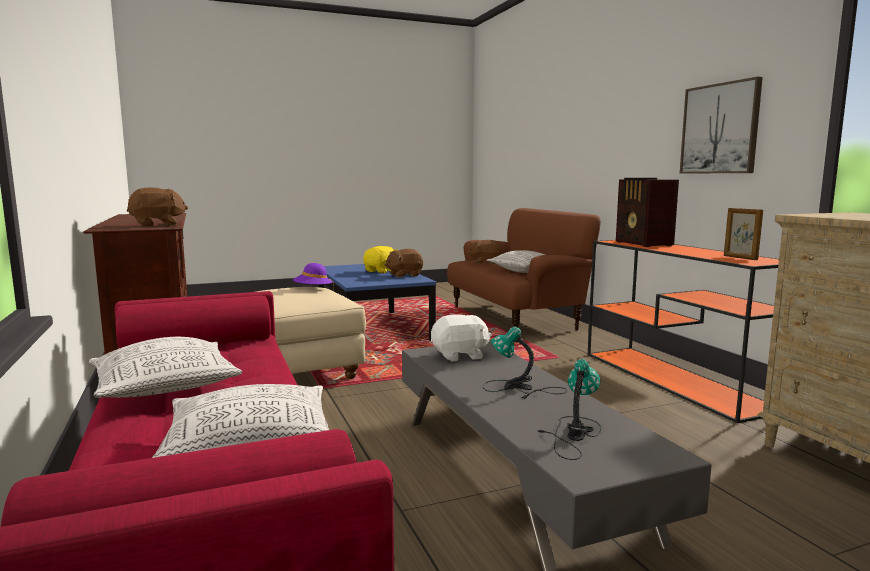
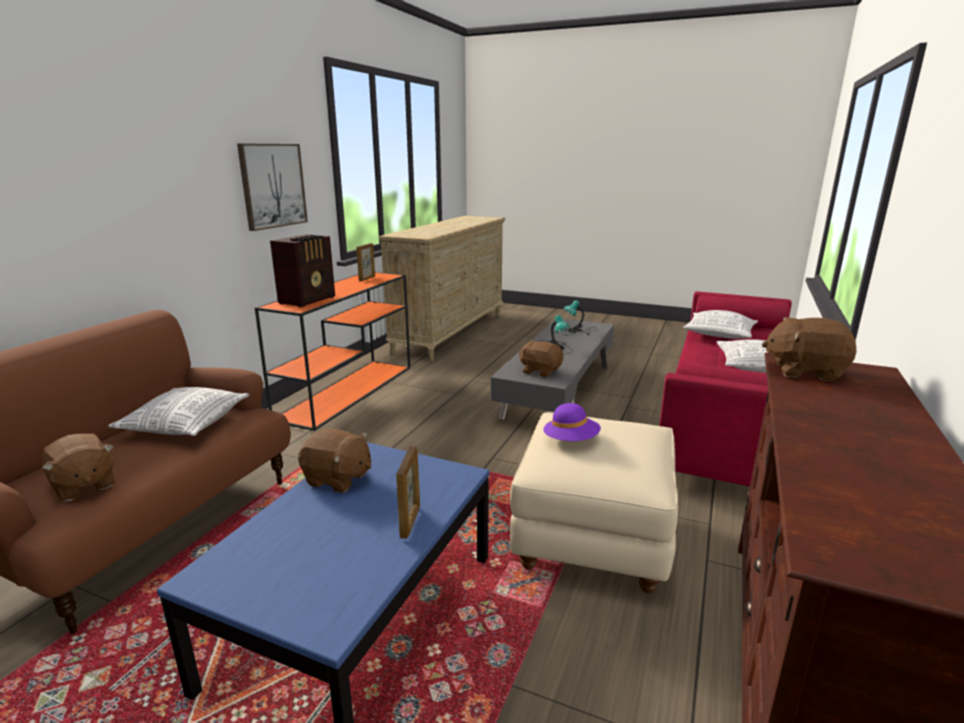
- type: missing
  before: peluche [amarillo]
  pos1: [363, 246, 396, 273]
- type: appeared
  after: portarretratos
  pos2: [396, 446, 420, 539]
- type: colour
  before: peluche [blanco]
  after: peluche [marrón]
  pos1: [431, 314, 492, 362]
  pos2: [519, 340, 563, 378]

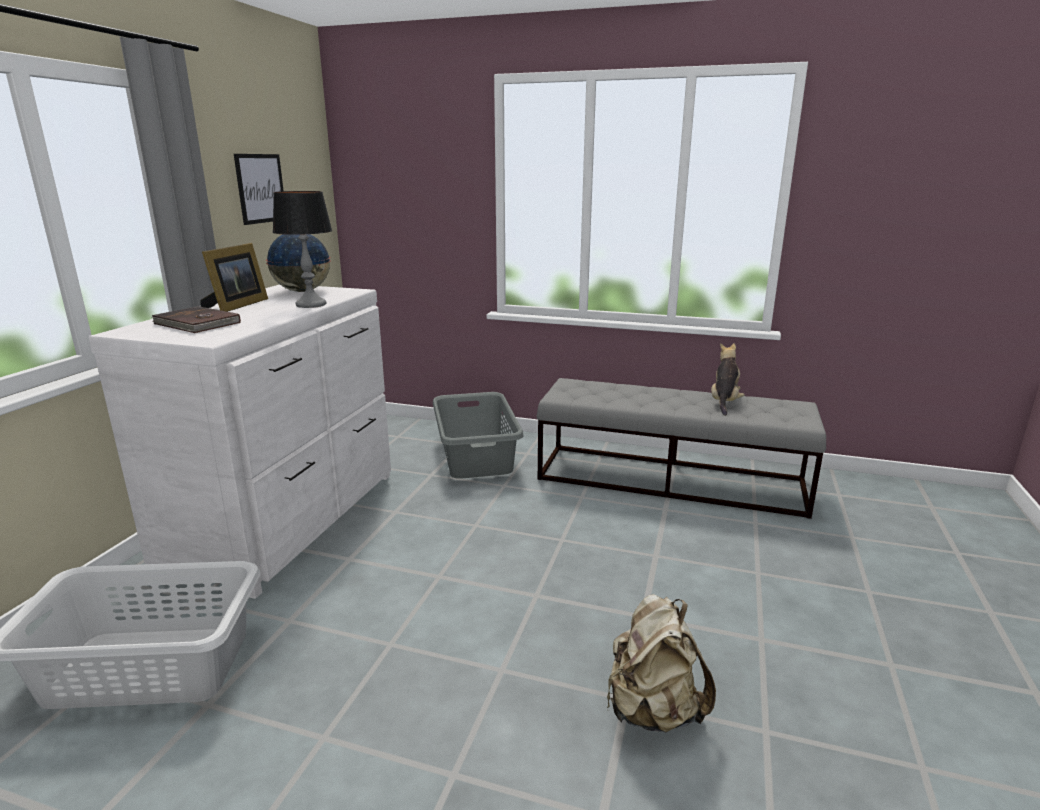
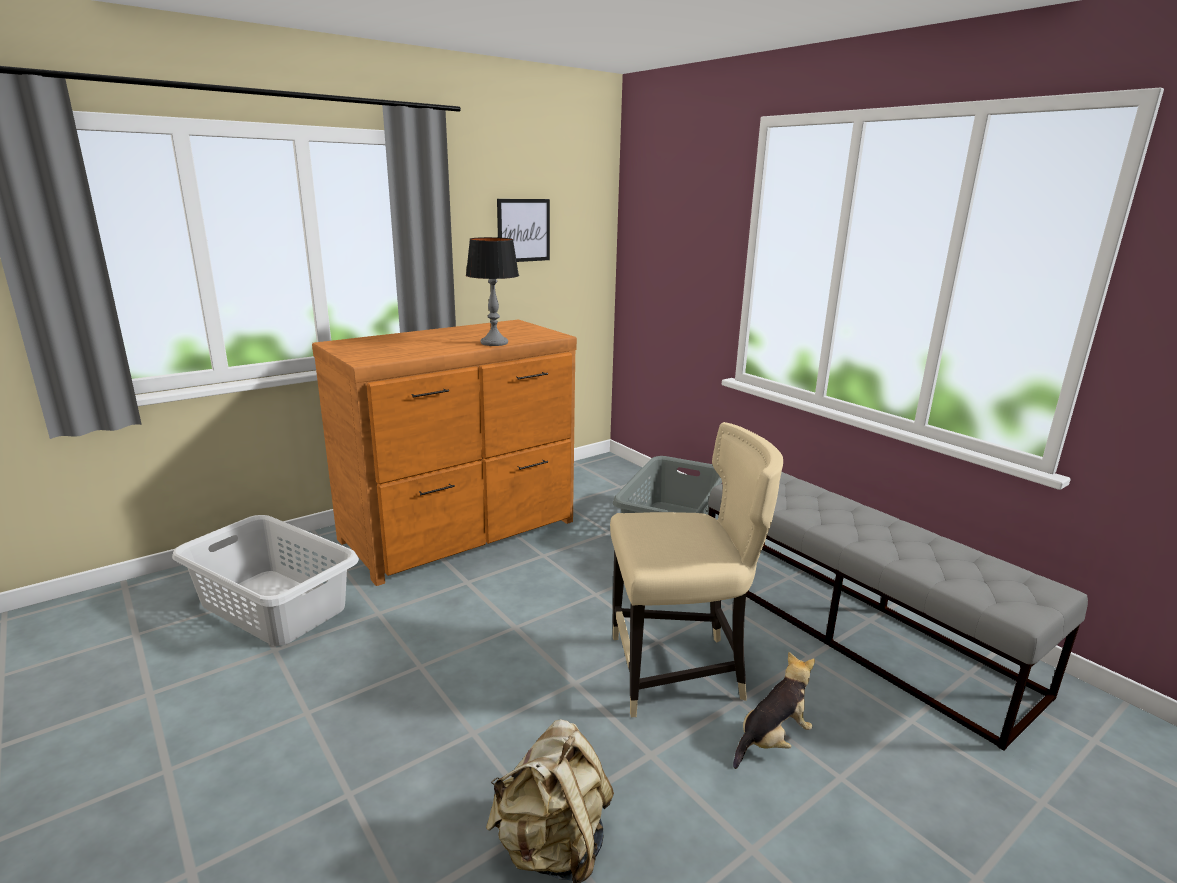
- type: missing
  before: libro [marrón]
  pos1: [152, 306, 241, 333]
- type: missing
  before: portarretratos
  pos1: [200, 243, 268, 312]
- type: missing
  before: globo terráqueo
  pos1: [266, 234, 331, 292]
- type: appeared
  after: silla [beis]
  pos2: [610, 422, 783, 717]
- type: relocated
  before: peluche
  pos1: [711, 343, 745, 416]
  pos2: [733, 652, 815, 769]
- type: colour
  before: cómoda [blanco]
  after: cómoda [marrón]
  pos1: [88, 284, 391, 599]
  pos2: [312, 319, 577, 586]

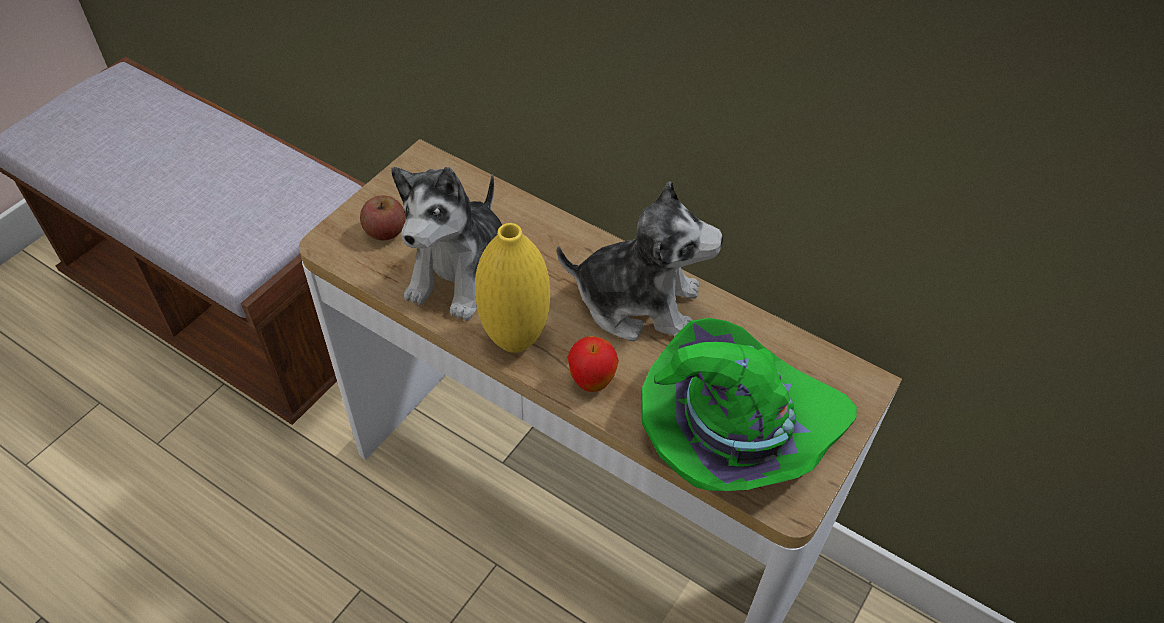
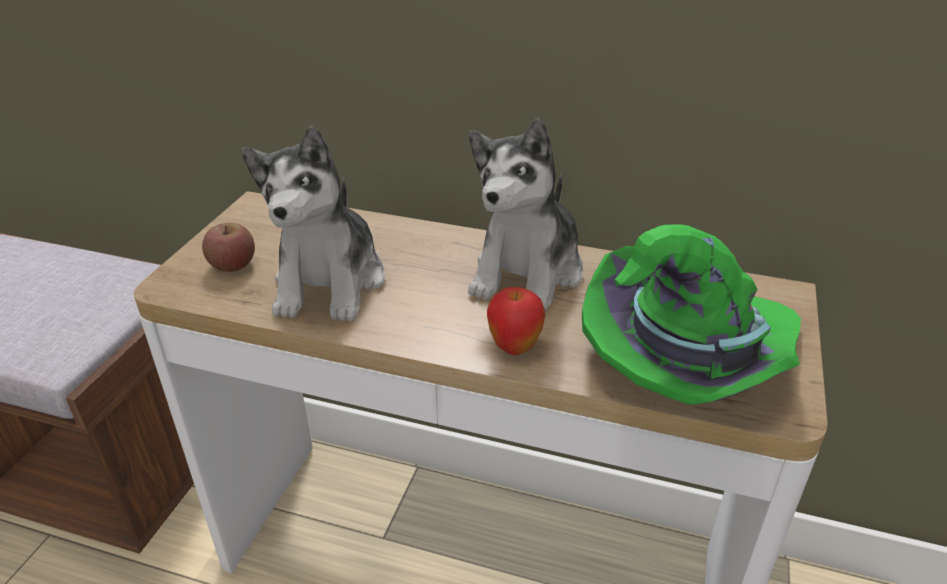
- type: missing
  before: florero [amarillo]
  pos1: [475, 223, 550, 353]
- type: spun
  before: peluche
  pos1: [557, 181, 723, 341]
  pos2: [468, 118, 583, 312]
  turn: 120

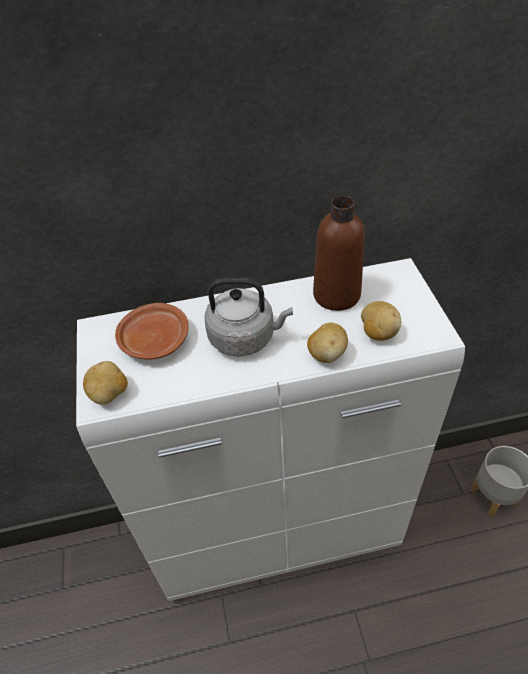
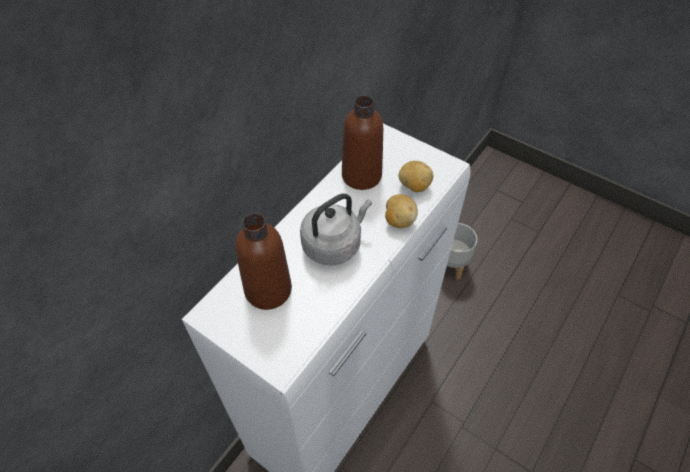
- type: missing
  before: patata
  pos1: [83, 361, 128, 405]
- type: exchanged
  before: plato [marrón]
  after: botella [marrón]
  pos1: [115, 303, 189, 360]
  pos2: [235, 213, 292, 310]

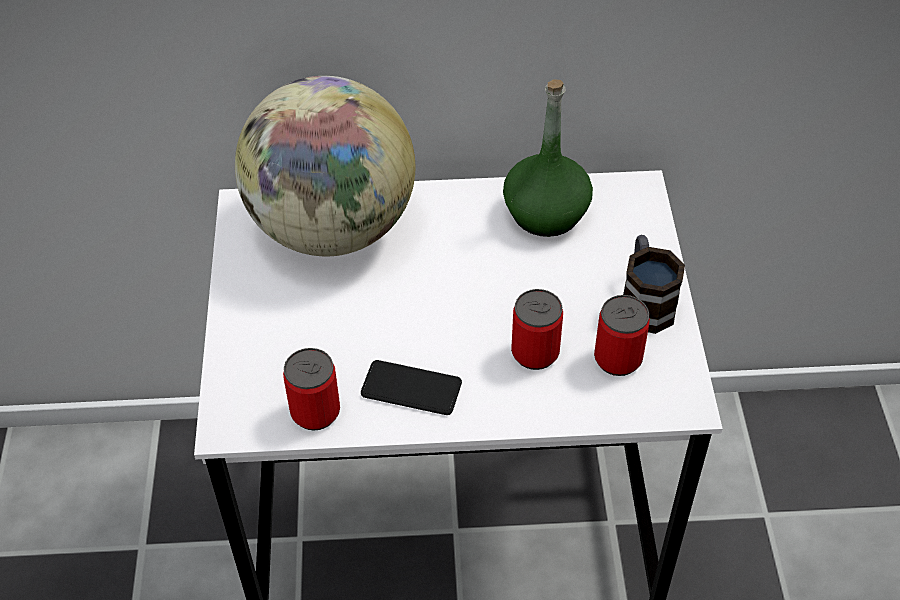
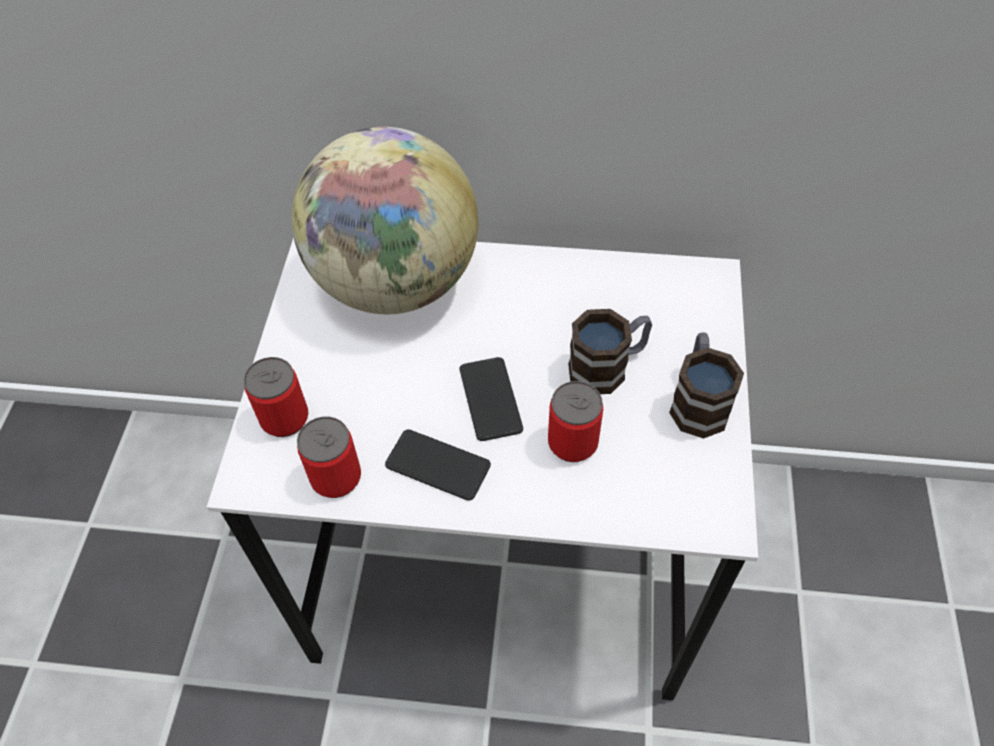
- type: missing
  before: botella [verde]
  pos1: [503, 79, 593, 237]
- type: appeared
  after: móvil
  pos2: [459, 357, 523, 441]
- type: appeared
  after: taza grande
  pos2: [568, 309, 652, 394]
- type: relocated
  before: lata
  pos1: [594, 295, 650, 376]
  pos2: [244, 357, 308, 437]

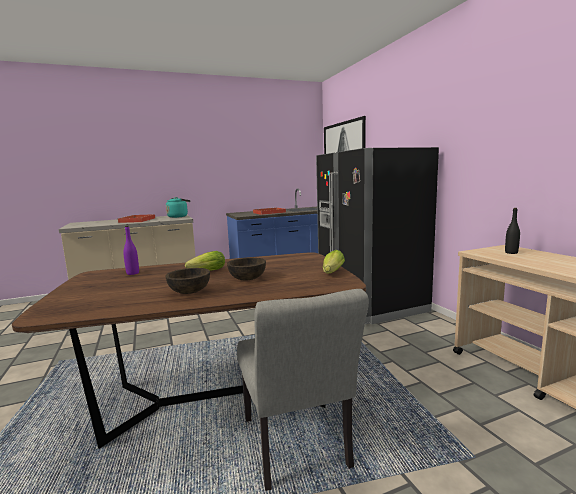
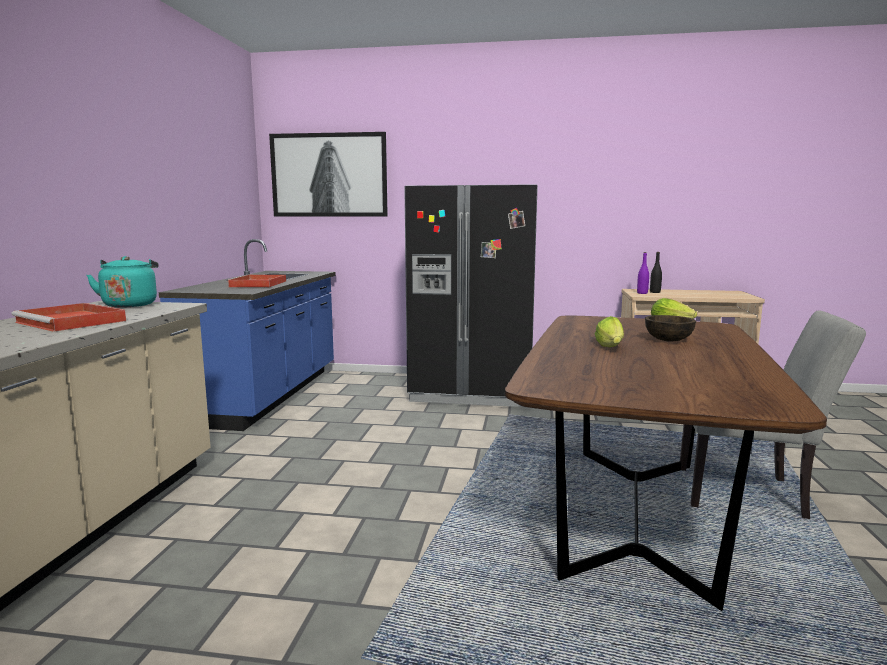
- type: missing
  before: cuenco [marrón]
  pos1: [165, 268, 210, 294]
- type: relocated
  before: botella [morado]
  pos1: [123, 226, 139, 275]
  pos2: [637, 252, 649, 294]

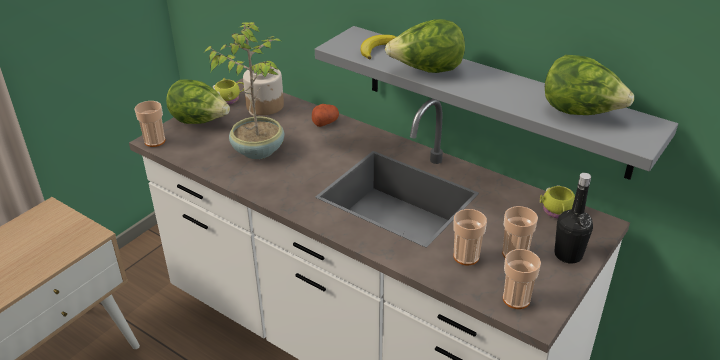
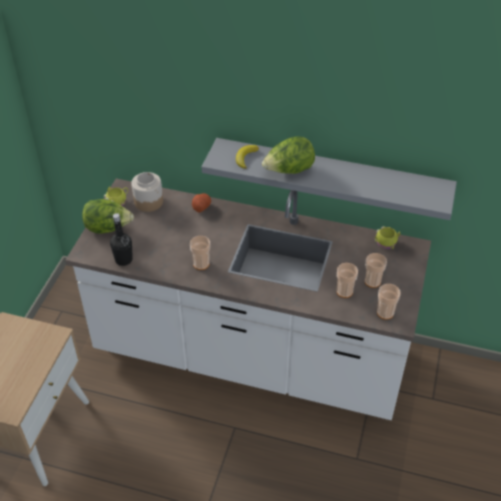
- type: missing
  before: planta en maceta
  pos1: [204, 22, 284, 159]
- type: missing
  before: lechuga
  pos1: [545, 55, 634, 115]
- type: relocated
  before: taza
  pos1: [135, 101, 165, 147]
  pos2: [190, 236, 210, 270]
- type: relocated
  before: botella [negro]
  pos1: [554, 173, 593, 264]
  pos2: [110, 213, 133, 266]

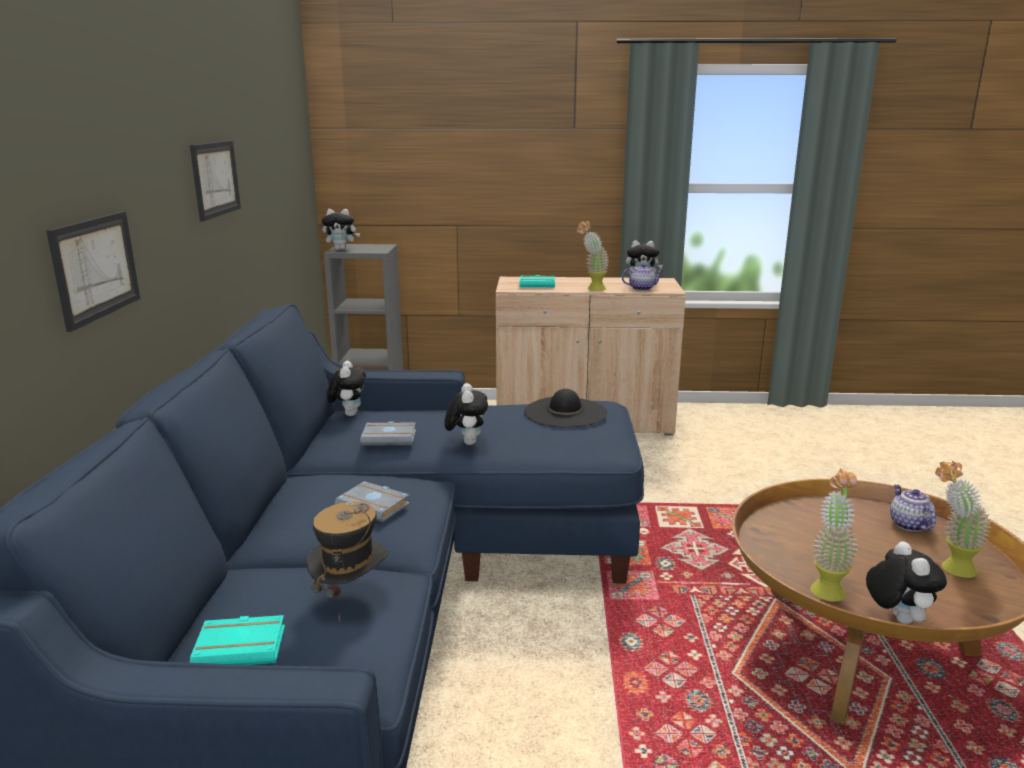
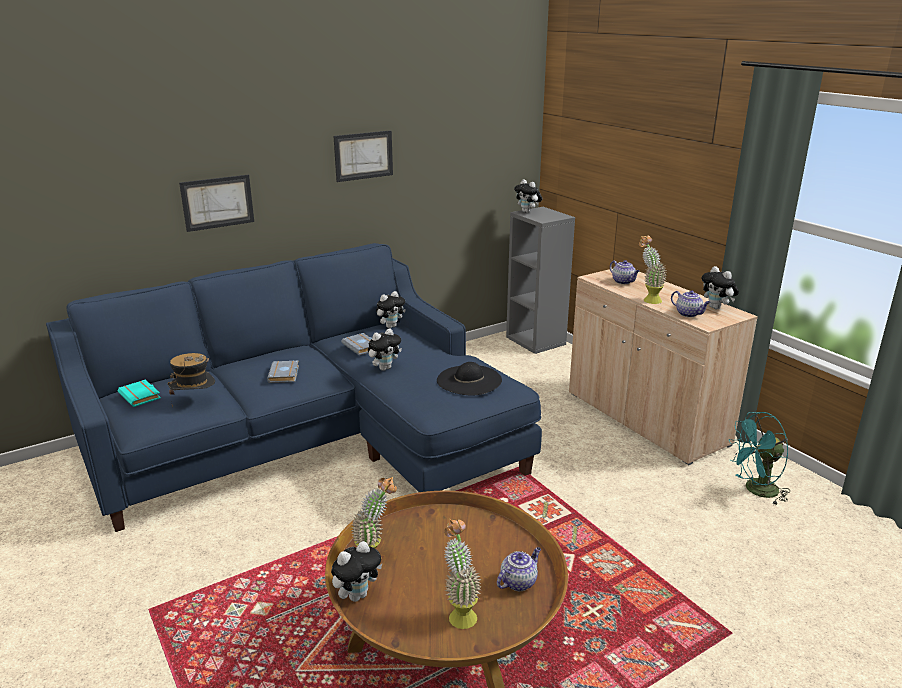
- type: appeared
  after: ventilador [turquesa]
  pos2: [729, 412, 791, 505]
- type: exchanged
  before: libro [turquesa]
  after: tetera
  pos1: [520, 275, 555, 287]
  pos2: [610, 260, 640, 284]

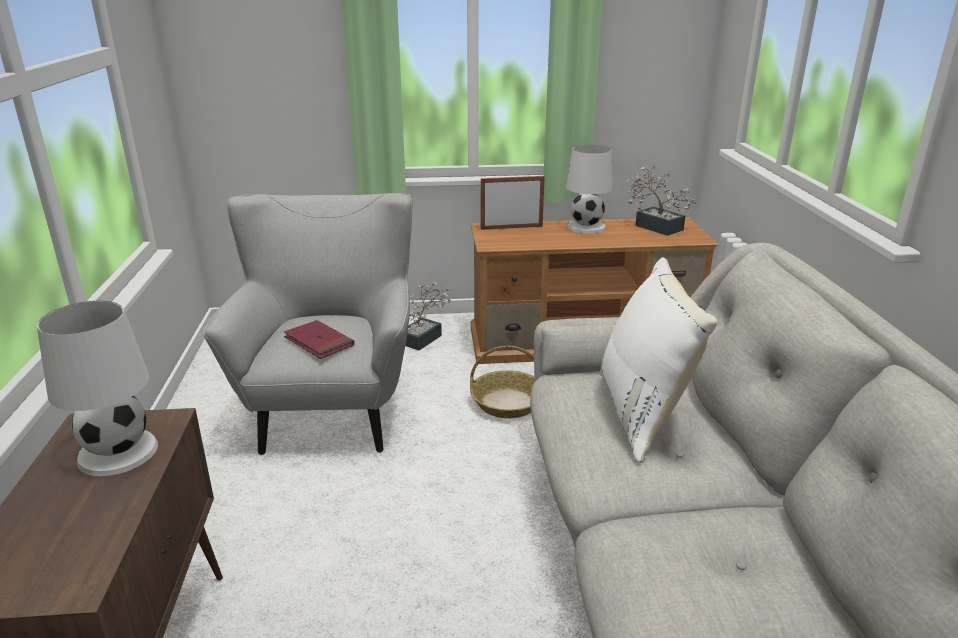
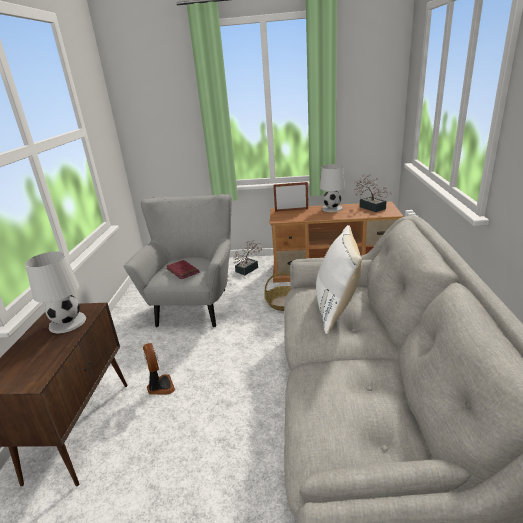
- type: appeared
  after: ventilador
  pos2: [143, 343, 175, 395]

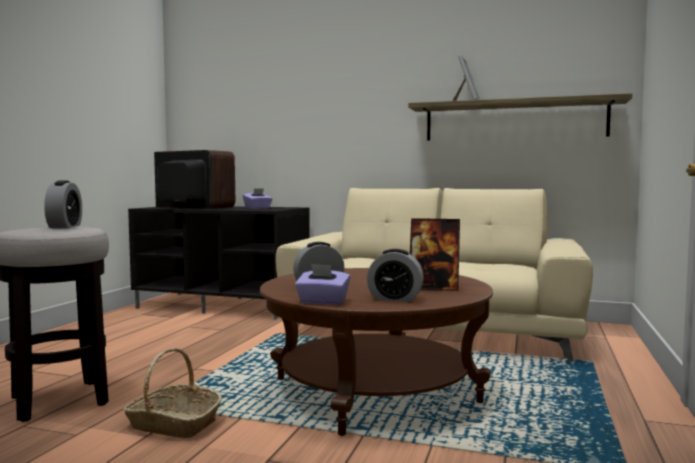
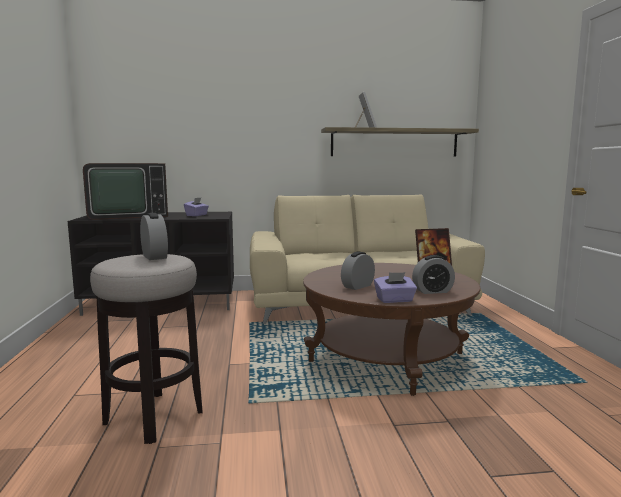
- type: missing
  before: cesta
  pos1: [123, 348, 222, 438]
- type: spun
  before: televisor
  pos1: [154, 150, 235, 209]
  pos2: [83, 163, 168, 220]
  turn: 150

